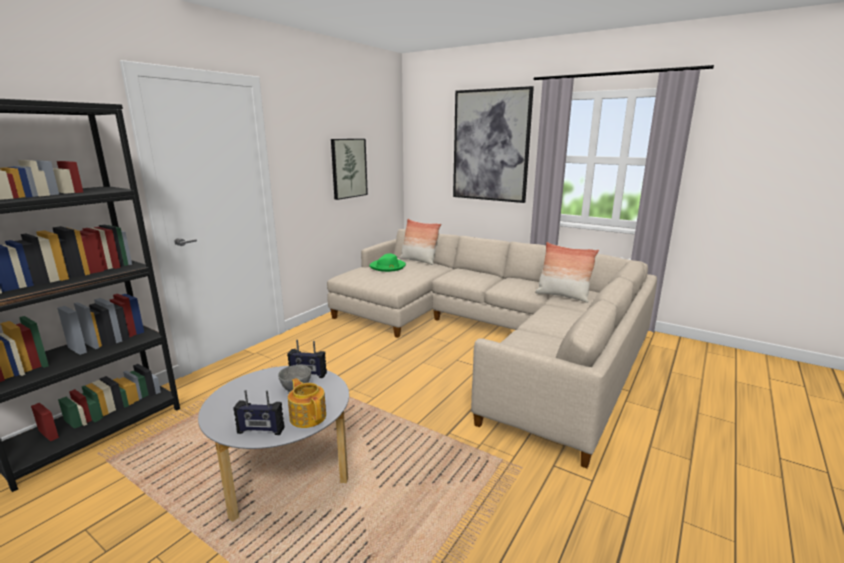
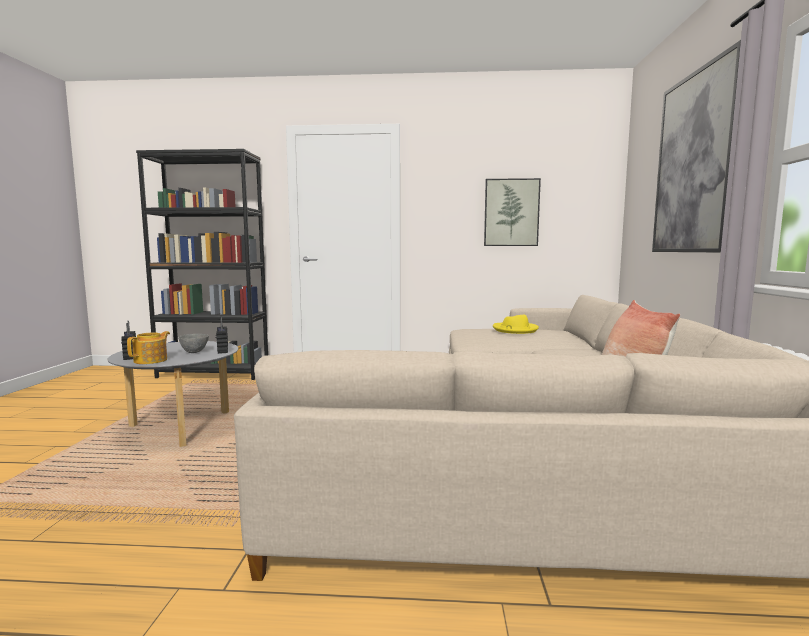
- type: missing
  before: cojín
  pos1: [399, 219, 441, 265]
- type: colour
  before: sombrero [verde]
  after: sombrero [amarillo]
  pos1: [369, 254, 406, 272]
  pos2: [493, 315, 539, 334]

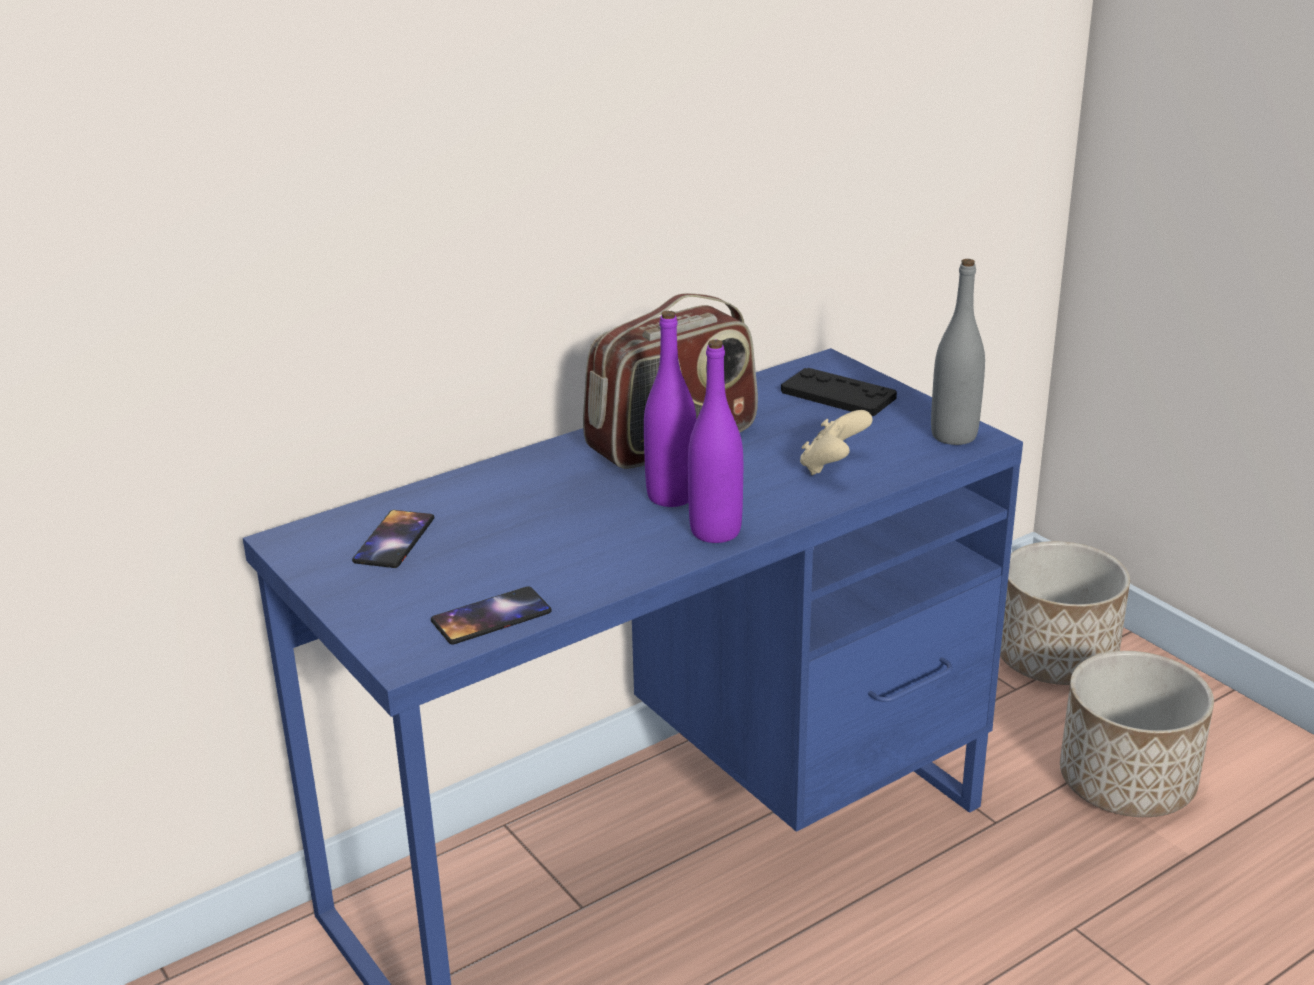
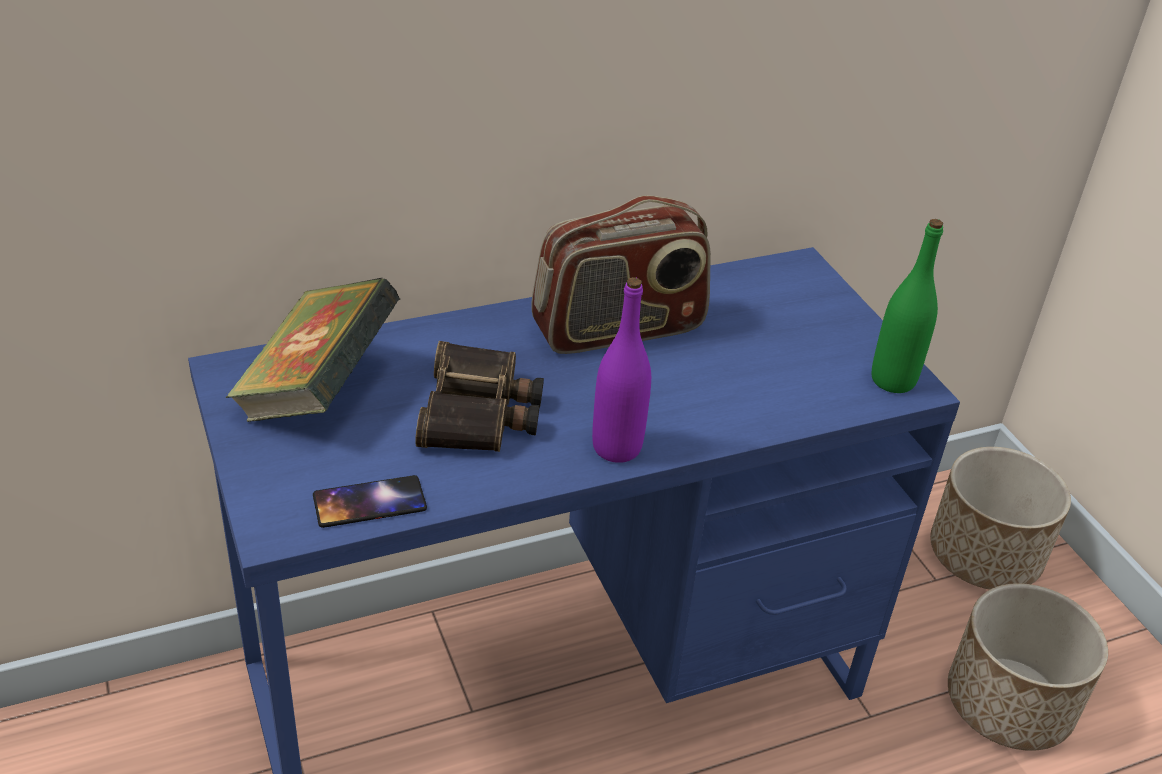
- type: missing
  before: botella [morado]
  pos1: [644, 310, 696, 507]
- type: missing
  before: mando de consola [negro]
  pos1: [781, 368, 897, 416]
- type: missing
  before: mando de consola [beis]
  pos1: [800, 410, 873, 475]
- type: appeared
  after: prismáticos
  pos2: [415, 341, 544, 452]
- type: exchanged
  before: móvil
  after: libro
  pos1: [352, 510, 434, 568]
  pos2: [225, 277, 400, 422]
- type: colour
  before: botella [gris]
  after: botella [verde]
  pos1: [931, 259, 985, 445]
  pos2: [872, 219, 943, 393]

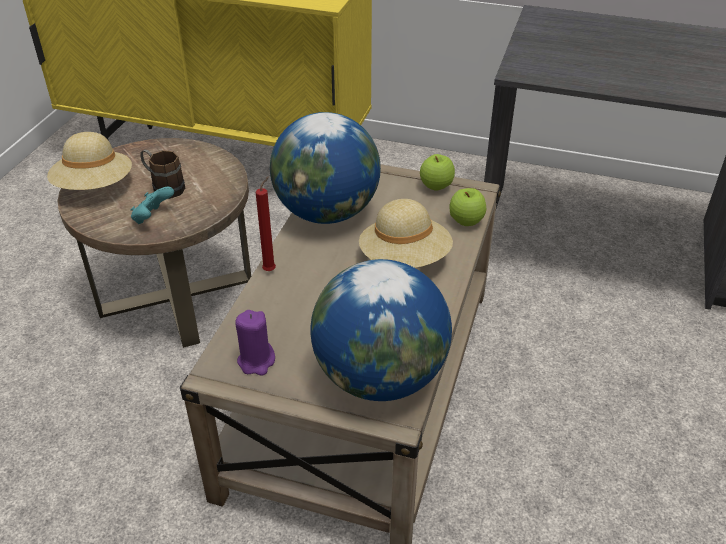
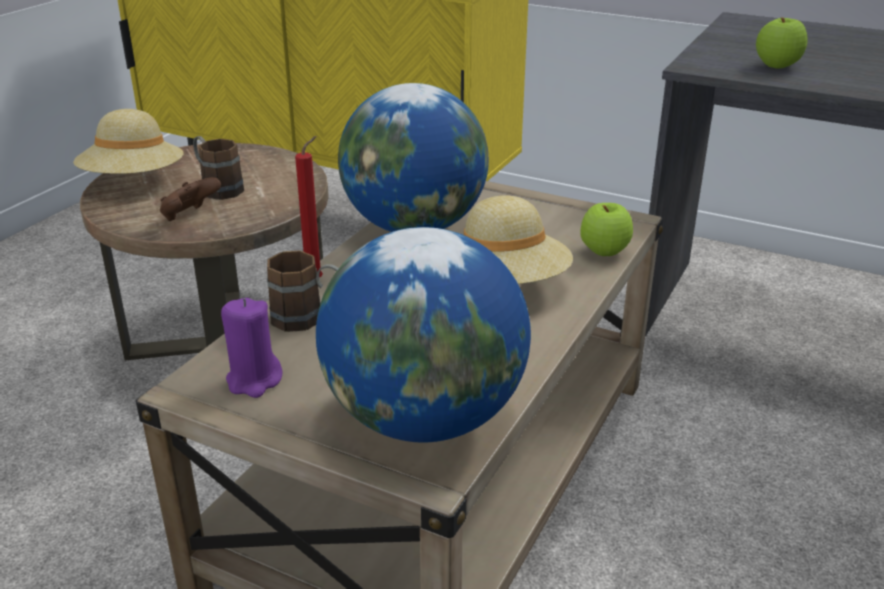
- type: appeared
  after: taza grande [marrón]
  pos2: [267, 251, 339, 332]
- type: relocated
  before: manzana
  pos1: [420, 154, 455, 191]
  pos2: [756, 17, 808, 69]
- type: colour
  before: mando de consola [turquesa]
  after: mando de consola [marrón]
  pos1: [131, 187, 174, 224]
  pos2: [160, 177, 221, 221]

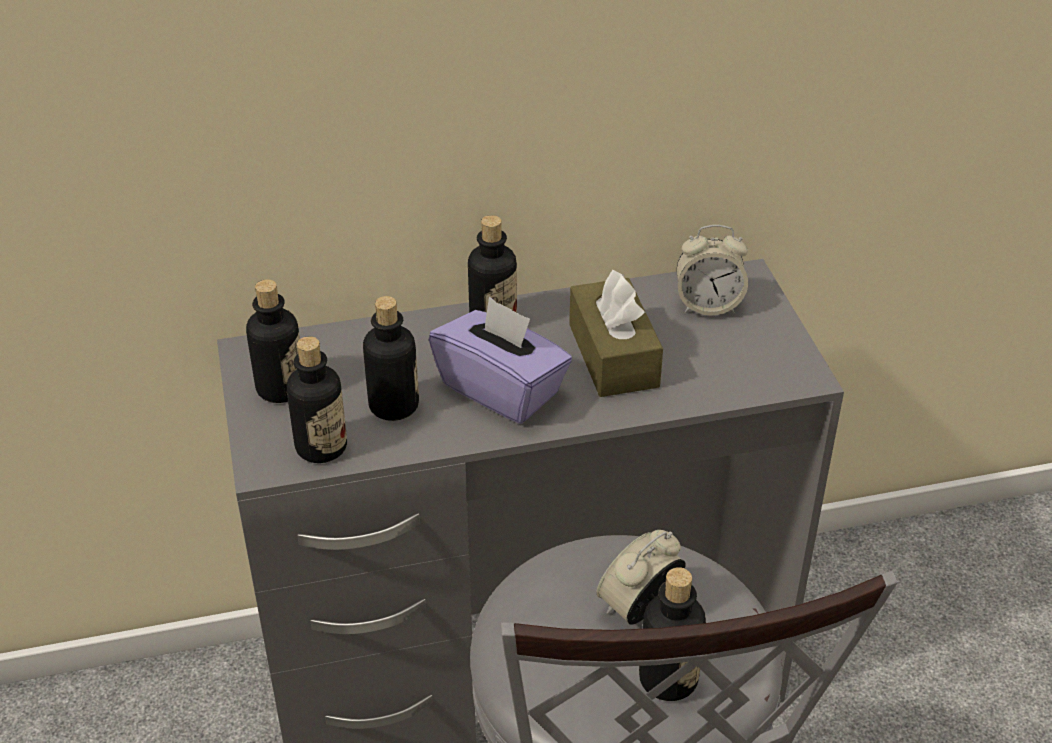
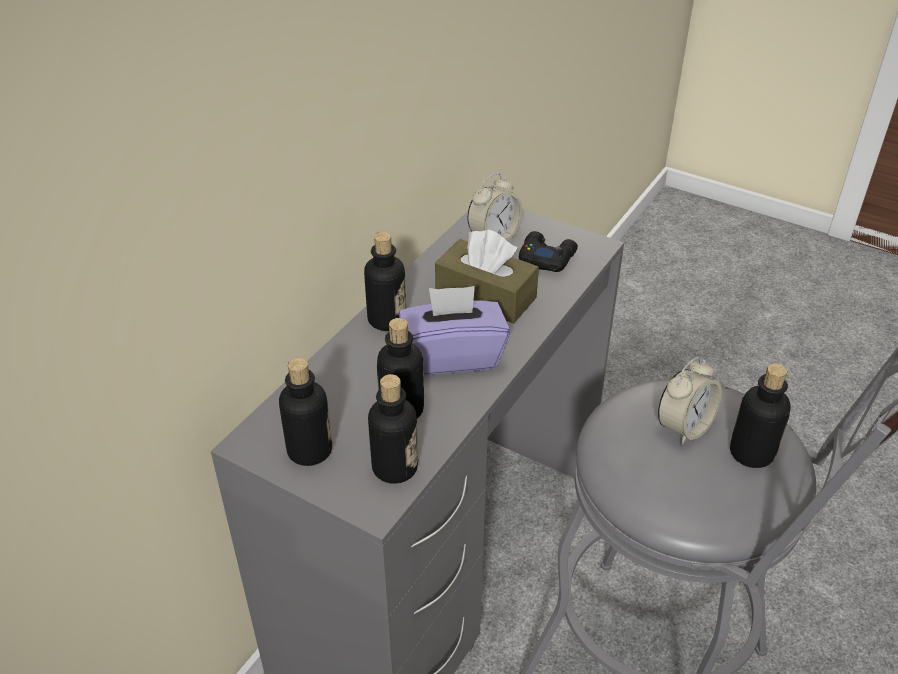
- type: appeared
  after: mando de consola [negro]
  pos2: [519, 231, 578, 272]
- type: spun
  before: despertador
  pos1: [596, 530, 685, 625]
  pos2: [658, 357, 722, 445]
  turn: -135

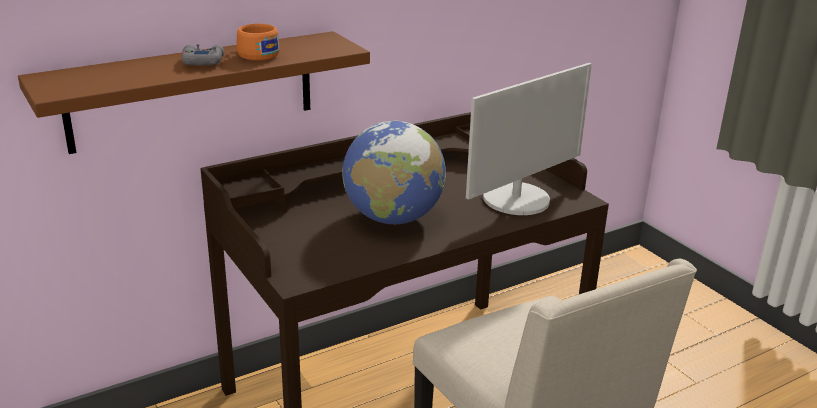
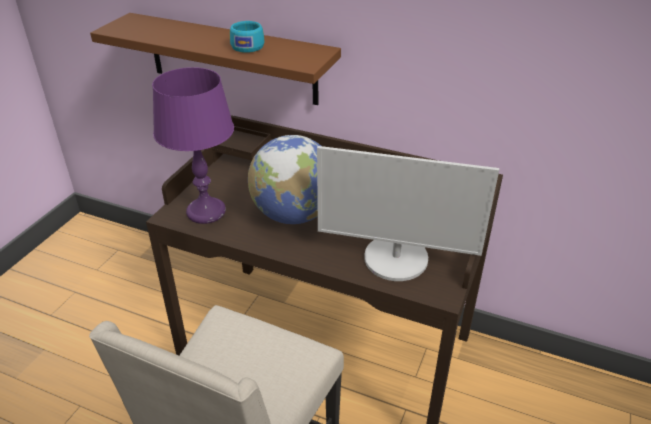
- type: missing
  before: mando de consola [gris]
  pos1: [182, 44, 224, 66]
- type: appeared
  after: lámpara de mesa [morado]
  pos2: [152, 67, 234, 224]
- type: colour
  before: taza [naranja]
  after: taza [turquesa]
  pos1: [237, 24, 280, 61]
  pos2: [230, 21, 264, 53]

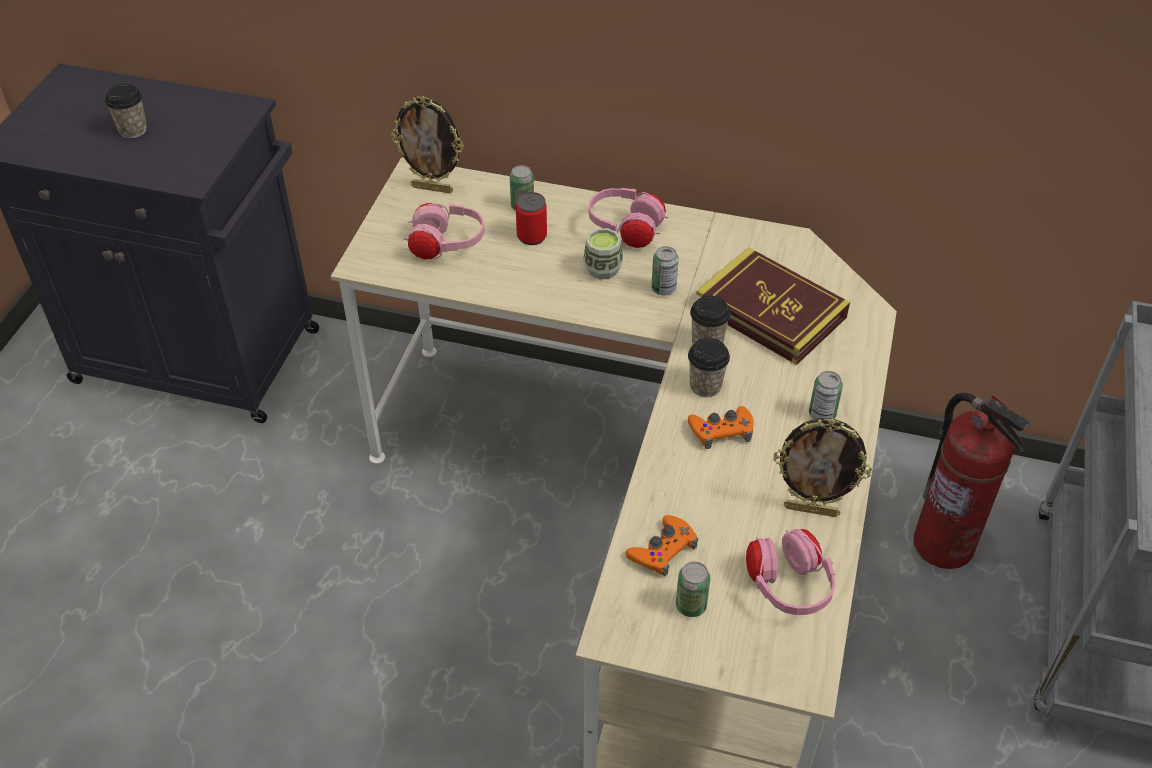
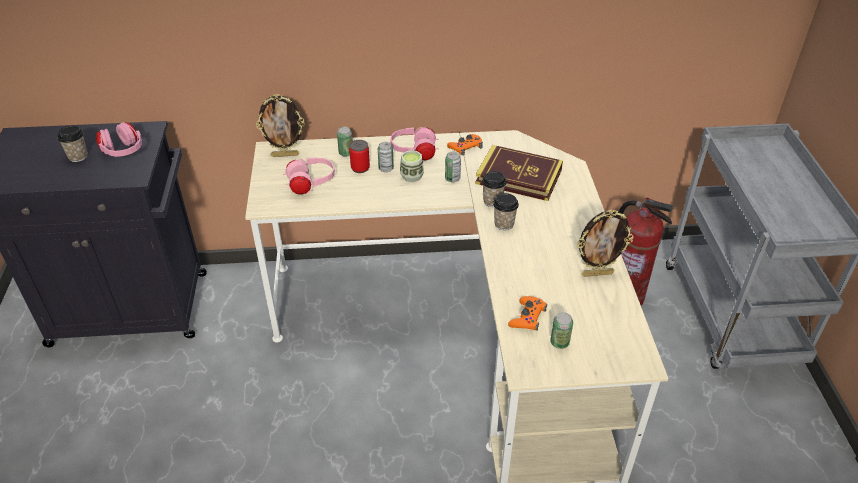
- type: relocated
  before: mando de consola [naranja]
  pos1: [688, 406, 753, 449]
  pos2: [447, 134, 483, 156]
- type: relocated
  before: auriculares [rosa]
  pos1: [746, 529, 835, 615]
  pos2: [96, 122, 142, 157]
- type: relocated
  before: lata
  pos1: [809, 371, 843, 419]
  pos2: [378, 142, 394, 172]

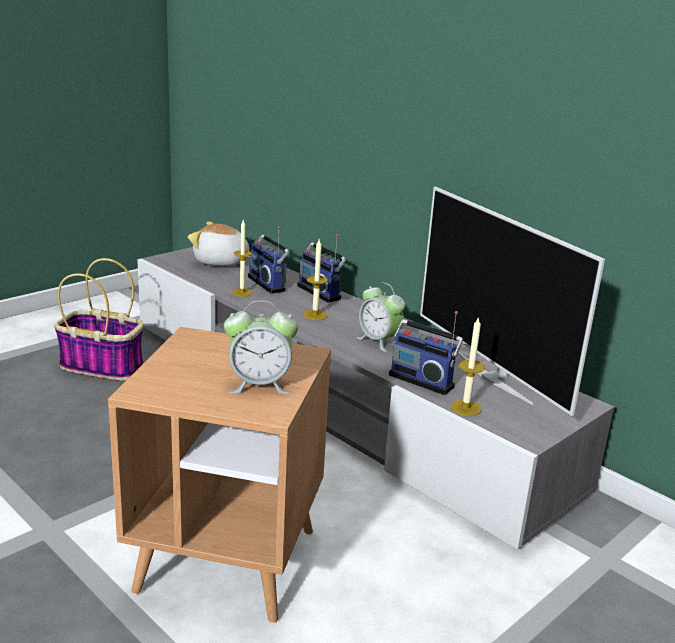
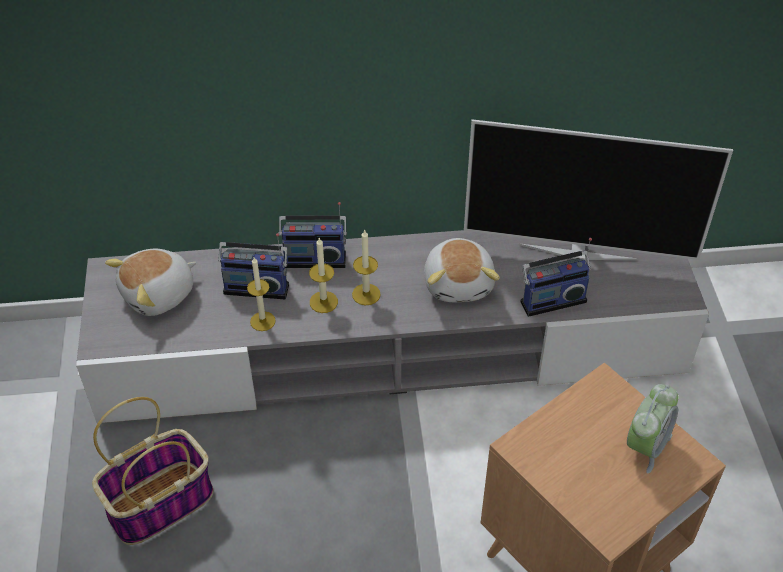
- type: relocated
  before: vela
  pos1: [451, 316, 485, 416]
  pos2: [309, 238, 338, 313]
- type: exchanged
  before: despertador
  after: peluche
  pos1: [356, 283, 405, 352]
  pos2: [424, 238, 500, 302]

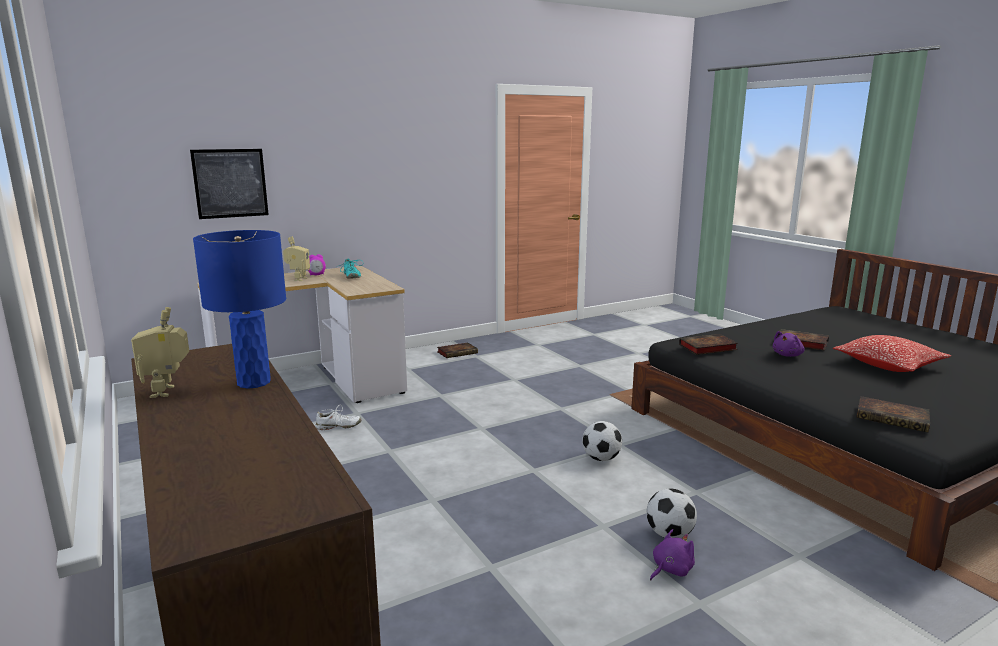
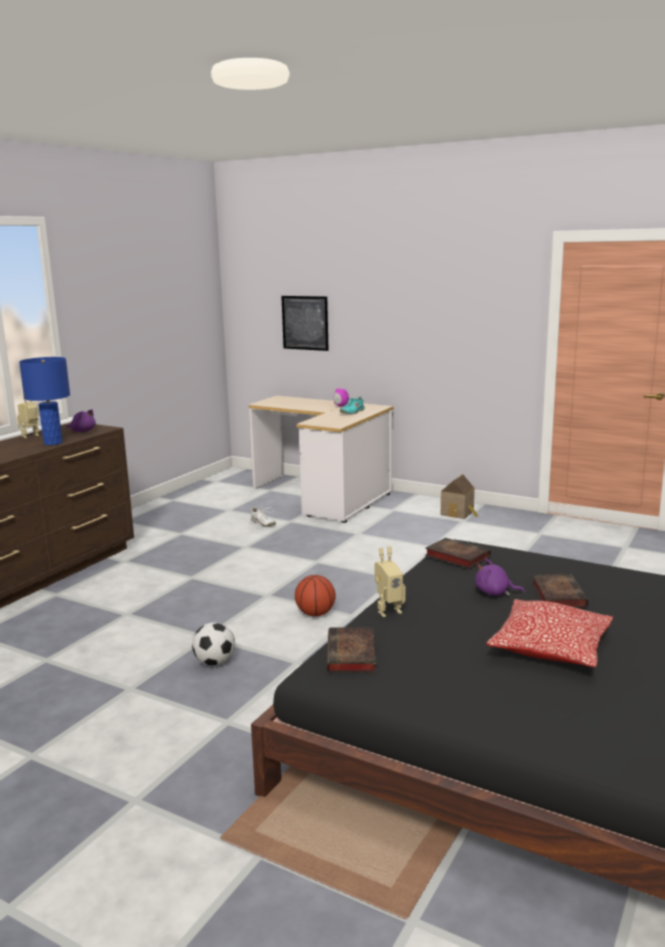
- type: relocated
  before: robot de juguete
  pos1: [283, 236, 310, 281]
  pos2: [374, 546, 406, 617]
- type: relocated
  before: peluche [morado]
  pos1: [650, 529, 695, 580]
  pos2: [66, 409, 96, 432]
- type: exchanged
  before: libro
  after: casita
  pos1: [437, 343, 478, 358]
  pos2: [441, 474, 478, 519]
- type: exchanged
  before: balón de fútbol
  after: balón de baloncesto
  pos1: [582, 421, 622, 461]
  pos2: [295, 575, 336, 616]

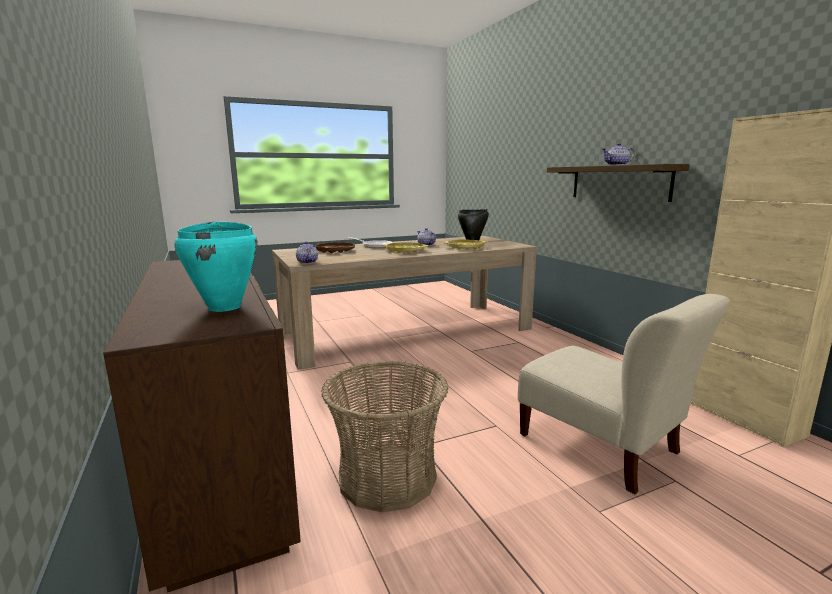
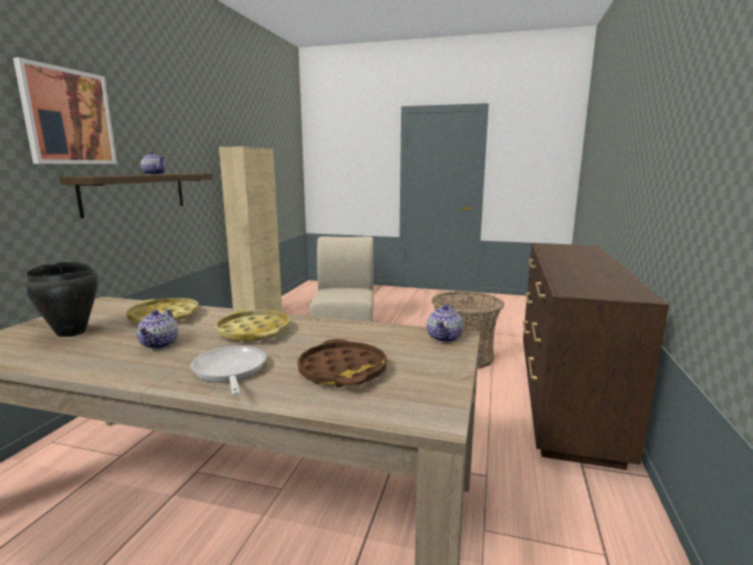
- type: missing
  before: olla [turquesa]
  pos1: [174, 222, 258, 312]
- type: appeared
  after: cuadro
  pos2: [13, 57, 117, 164]

